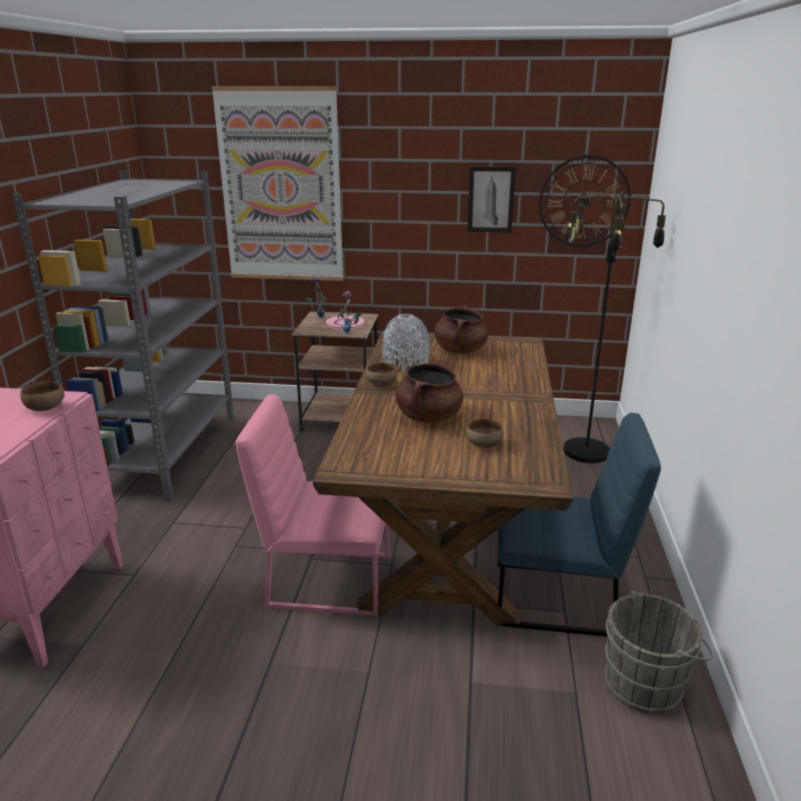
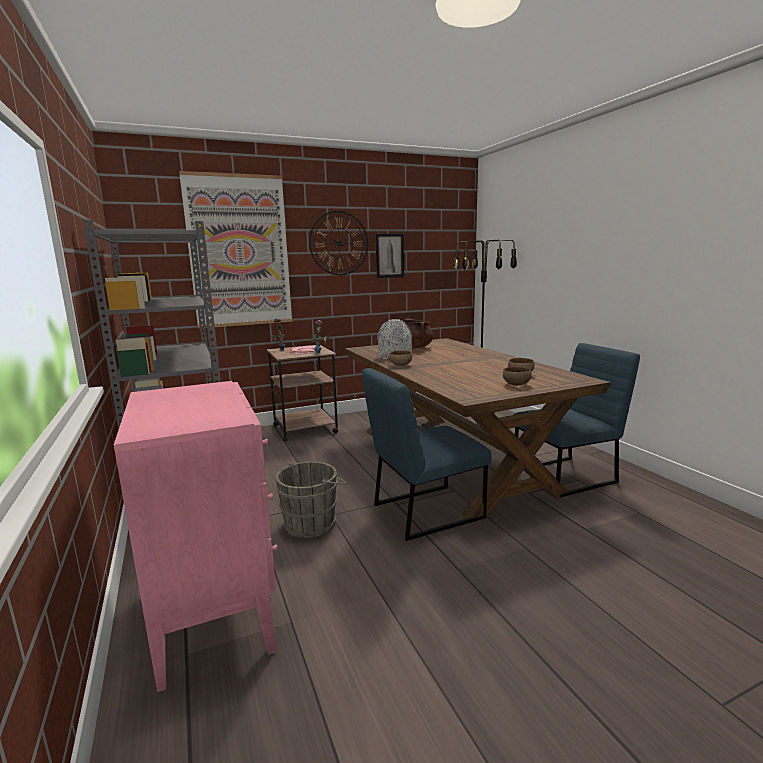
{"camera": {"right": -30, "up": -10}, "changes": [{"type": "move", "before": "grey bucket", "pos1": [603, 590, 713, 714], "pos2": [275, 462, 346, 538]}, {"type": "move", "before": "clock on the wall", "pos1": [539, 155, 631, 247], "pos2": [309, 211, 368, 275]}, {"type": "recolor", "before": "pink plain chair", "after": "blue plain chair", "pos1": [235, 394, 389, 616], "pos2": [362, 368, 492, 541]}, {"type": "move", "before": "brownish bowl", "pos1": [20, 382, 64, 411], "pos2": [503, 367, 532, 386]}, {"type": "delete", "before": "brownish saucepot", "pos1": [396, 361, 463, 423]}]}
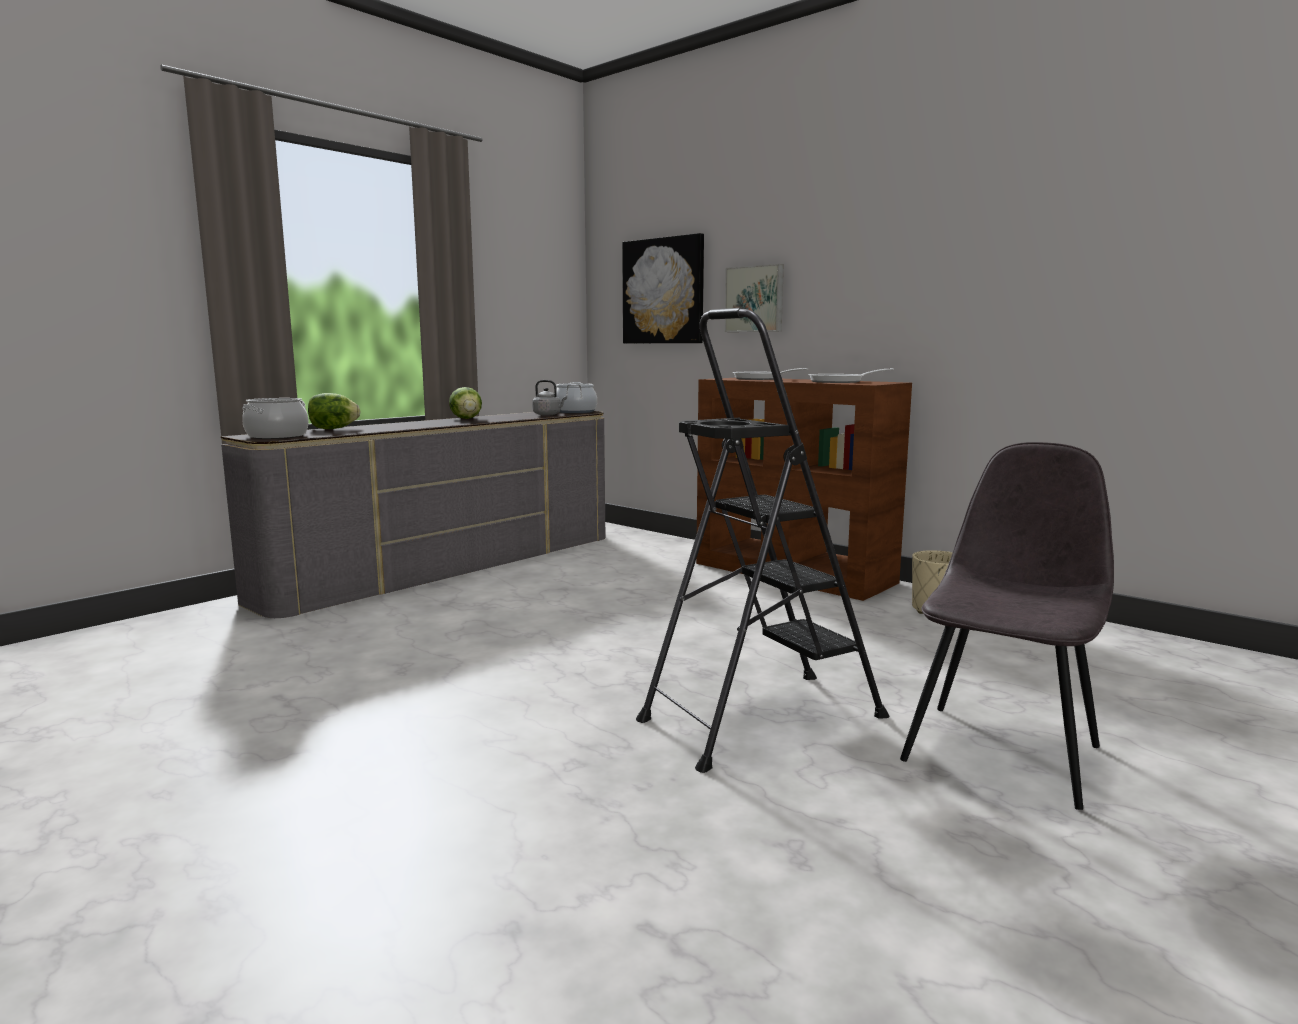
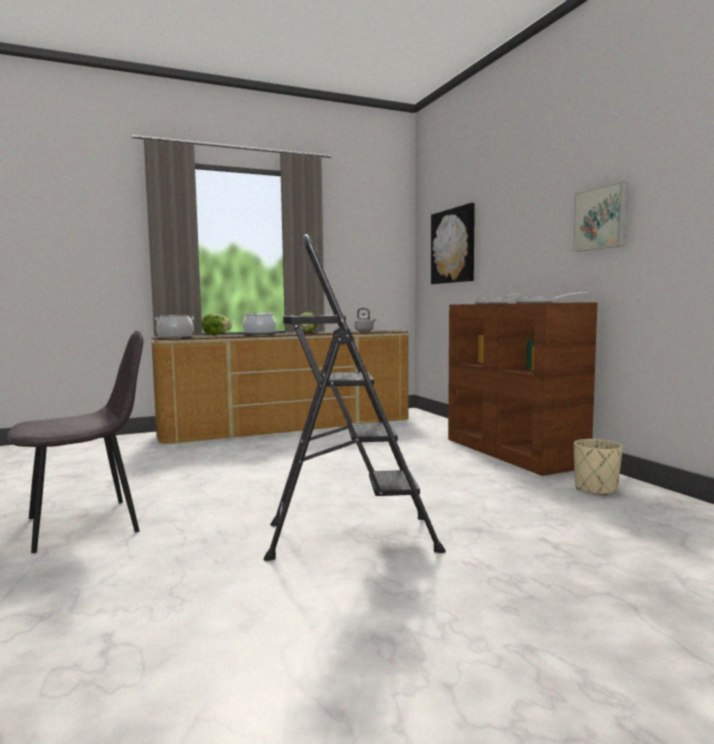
{"camera": {"right": 25, "up": -5}, "changes": [{"type": "move", "before": "grey plain chair", "pos1": [900, 442, 1114, 810], "pos2": [7, 331, 144, 553]}, {"type": "recolor", "before": "grey cabinet", "after": "brownish cabinet", "pos1": [221, 411, 605, 618], "pos2": [151, 330, 409, 444]}, {"type": "move", "before": "saucepot", "pos1": [556, 382, 597, 413], "pos2": [243, 312, 276, 335]}, {"type": "move", "before": "wall picture", "pos1": [724, 264, 784, 332], "pos2": [573, 181, 628, 252]}]}
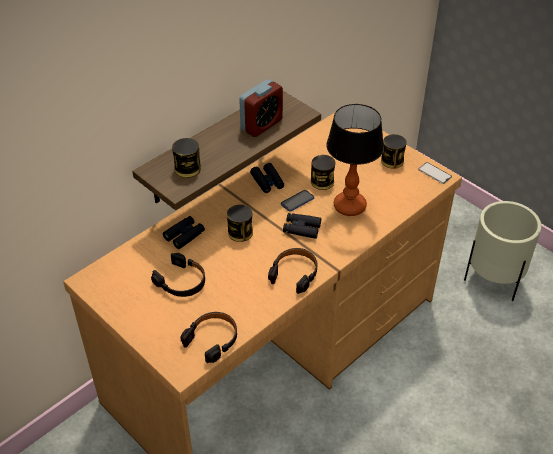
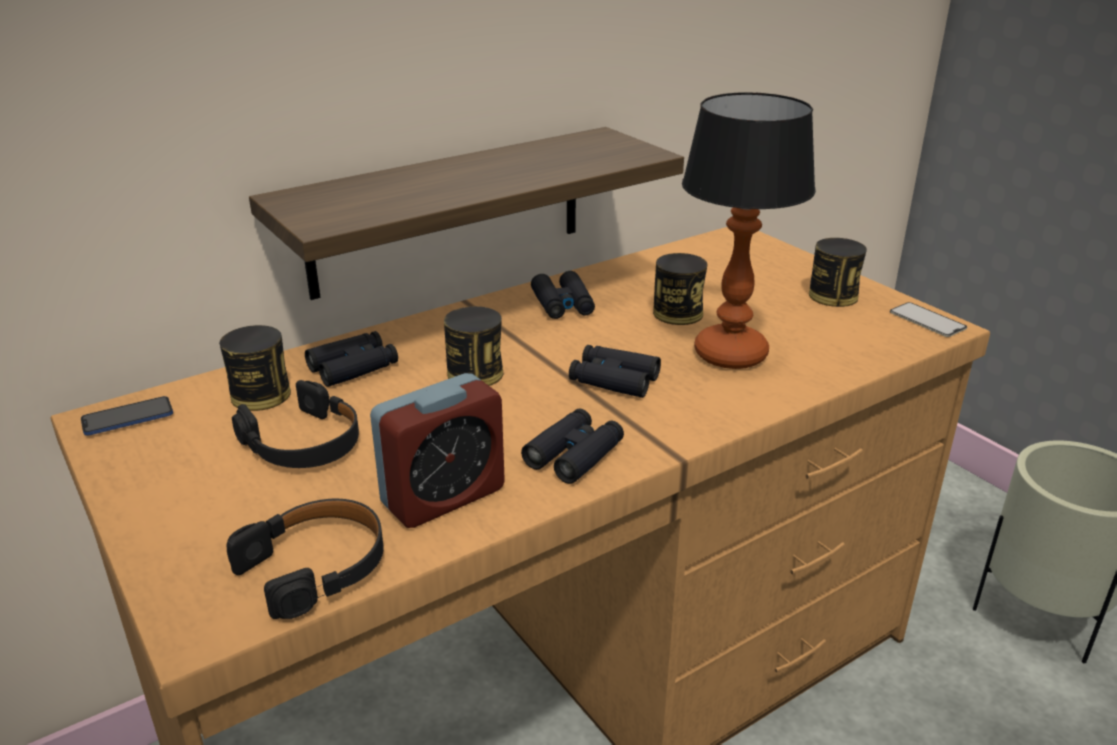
{"camera": {"right": 10, "up": -15}, "changes": [{"type": "move", "before": "phone", "pos1": [281, 190, 314, 211], "pos2": [81, 396, 173, 435]}, {"type": "move", "before": "metal can", "pos1": [172, 138, 201, 178], "pos2": [219, 325, 291, 411]}, {"type": "move", "before": "bedside clock", "pos1": [239, 79, 283, 137], "pos2": [370, 373, 505, 528]}, {"type": "replace", "before": "blackish headphones", "after": "blackish binoculars", "pos1": [268, 248, 317, 294], "pos2": [521, 408, 624, 484]}]}
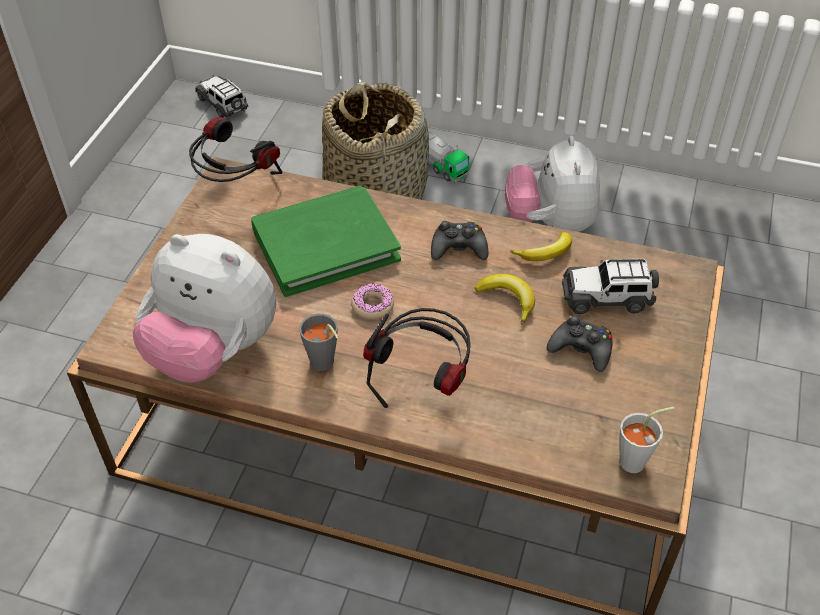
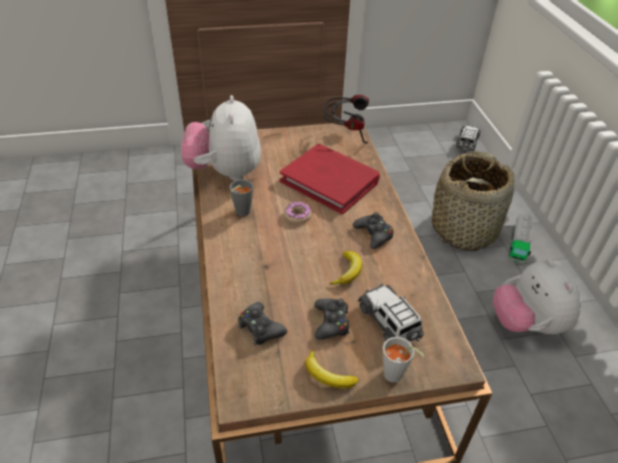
{"camera": {"right": 60, "up": -5}, "changes": [{"type": "insert", "after": "blackish game controller", "pos2": [238, 302, 287, 345]}, {"type": "recolor", "before": "green book", "after": "reddish book", "pos1": [251, 186, 401, 297], "pos2": [280, 144, 380, 214]}, {"type": "move", "before": "banana fruit", "pos1": [510, 232, 572, 261], "pos2": [305, 350, 359, 388]}, {"type": "move", "before": "grey small cup", "pos1": [619, 407, 675, 473], "pos2": [383, 337, 425, 382]}, {"type": "rotate", "before": "soft toy", "pos1": [505, 136, 600, 232], "pos2": [493, 259, 581, 334], "turn": -75}, {"type": "delete", "before": "headphones", "pos1": [363, 308, 471, 408]}]}
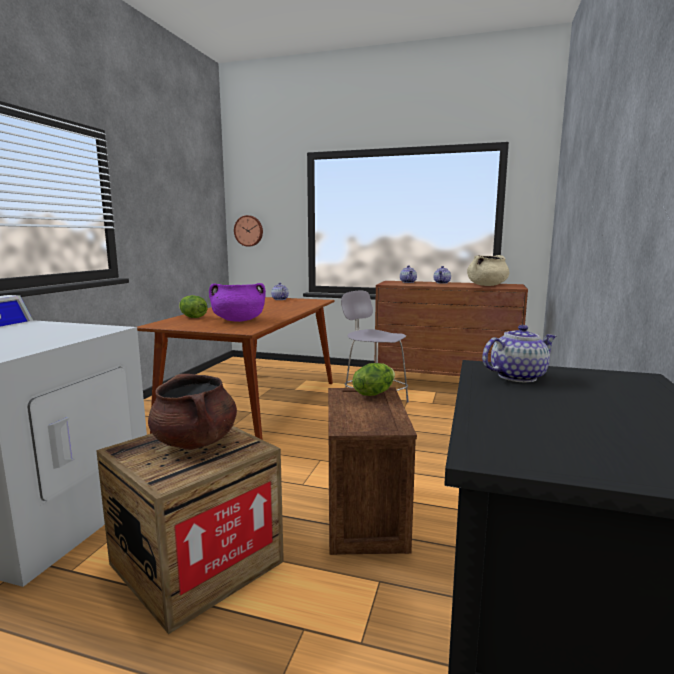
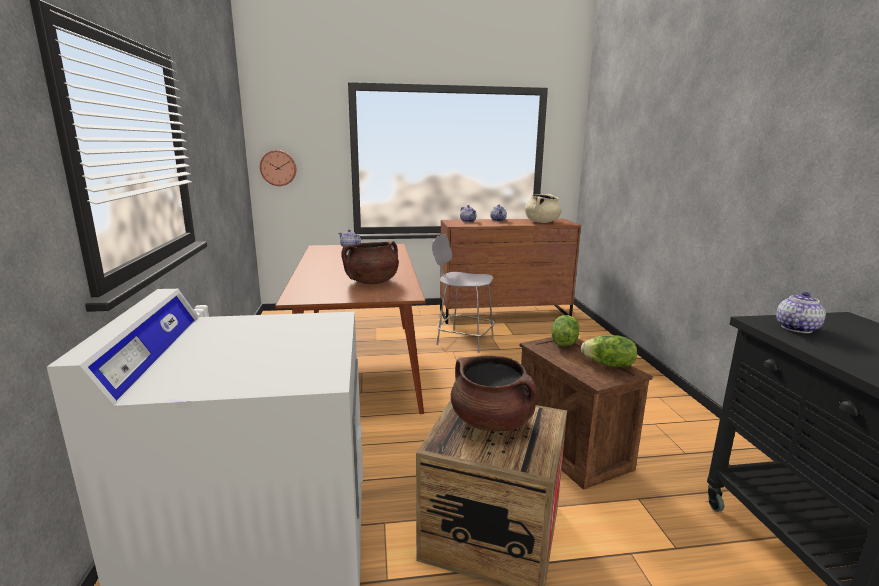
{"camera": {"right": -25, "up": 5}, "changes": [{"type": "recolor", "before": "purple saucepot", "after": "brownish saucepot", "pos1": [209, 283, 266, 322], "pos2": [341, 241, 399, 284]}, {"type": "move", "before": "head of lettuce", "pos1": [179, 295, 207, 318], "pos2": [581, 335, 637, 367]}]}
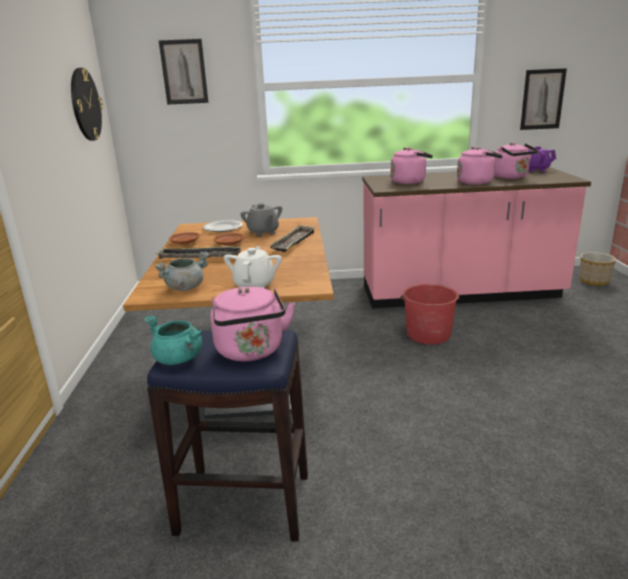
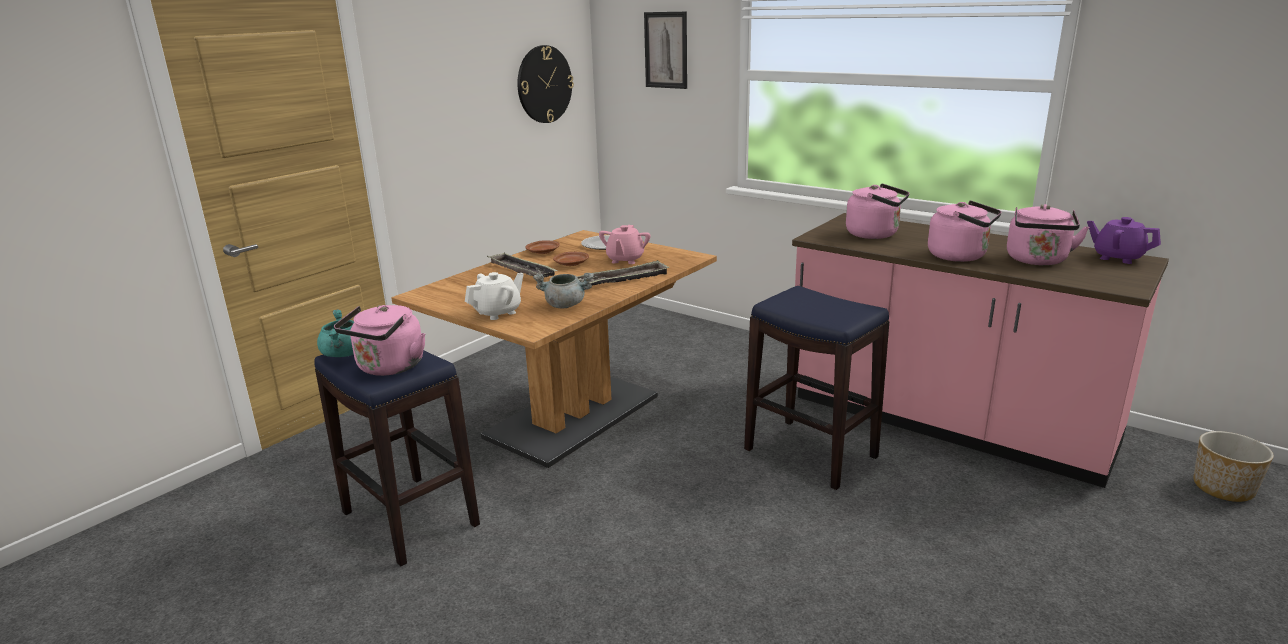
{"camera": {"right": 40, "up": 0}, "changes": [{"type": "move", "before": "grey saucepot", "pos1": [154, 252, 209, 291], "pos2": [533, 273, 594, 308]}, {"type": "recolor", "before": "grey tea pot", "after": "pink tea pot", "pos1": [241, 203, 282, 236], "pos2": [599, 225, 651, 264]}, {"type": "replace", "before": "reddish bucket", "after": "stool seat", "pos1": [400, 284, 460, 344], "pos2": [744, 286, 890, 490]}, {"type": "delete", "before": "wall picture", "pos1": [520, 68, 567, 130]}]}
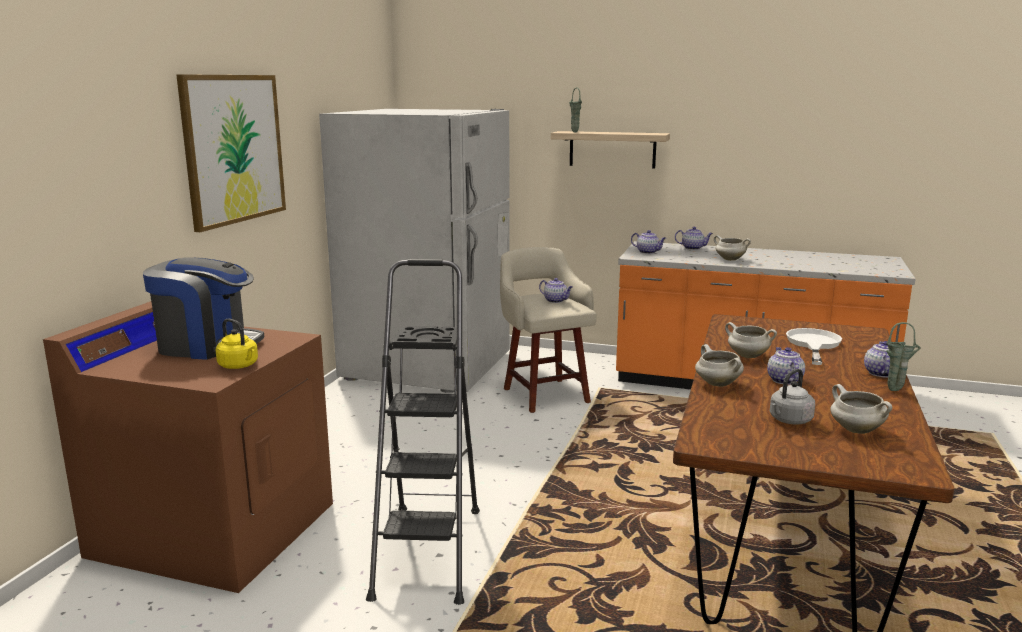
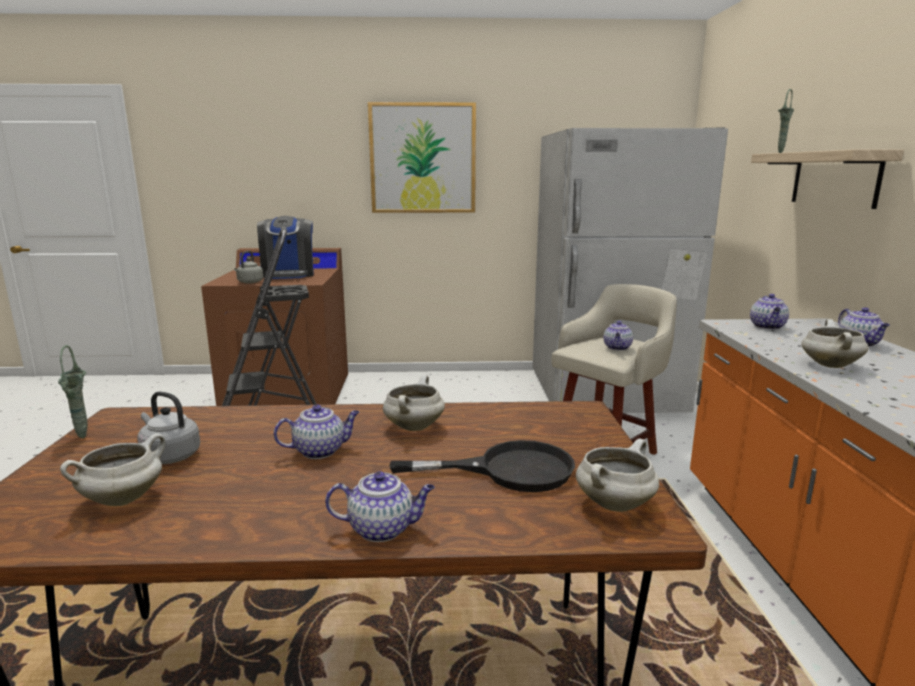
{"camera": {"right": 70, "up": 0}, "changes": [{"type": "move", "before": "green flower vase", "pos1": [886, 322, 921, 391], "pos2": [58, 345, 88, 438]}, {"type": "recolor", "before": "yellow-coloured tea kettle", "after": "grey tea kettle", "pos1": [216, 318, 258, 369], "pos2": [234, 251, 263, 284]}, {"type": "recolor", "before": "whitish frying pan", "after": "blackish frying pan", "pos1": [786, 328, 842, 365], "pos2": [389, 440, 575, 492]}, {"type": "move", "before": "whitish saucepot", "pos1": [695, 344, 744, 387], "pos2": [576, 438, 659, 512]}]}
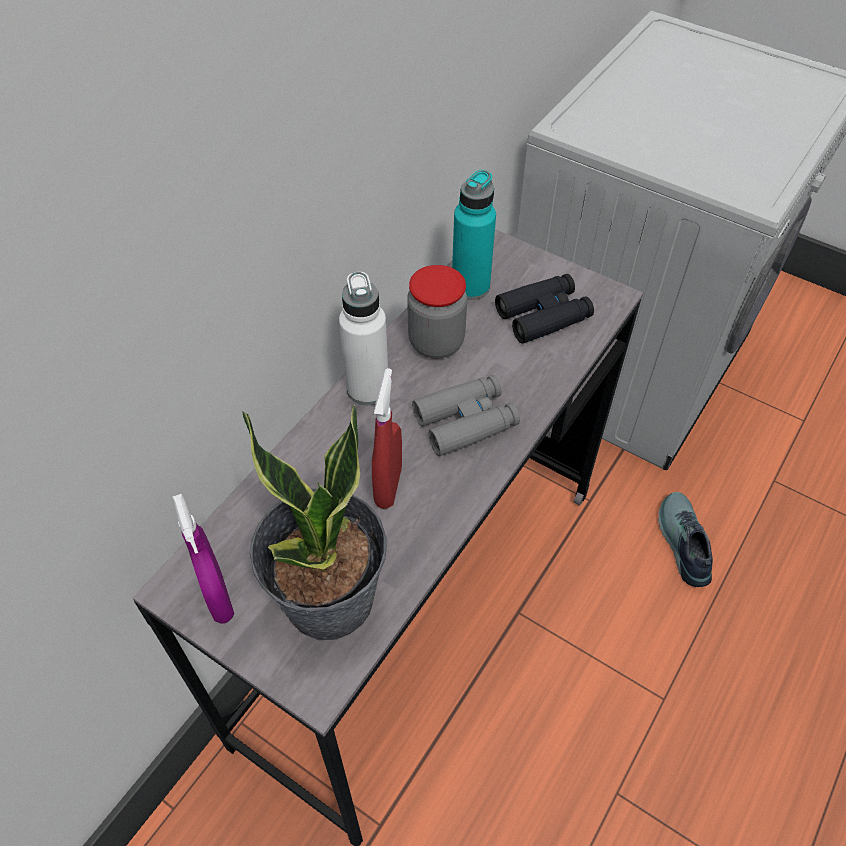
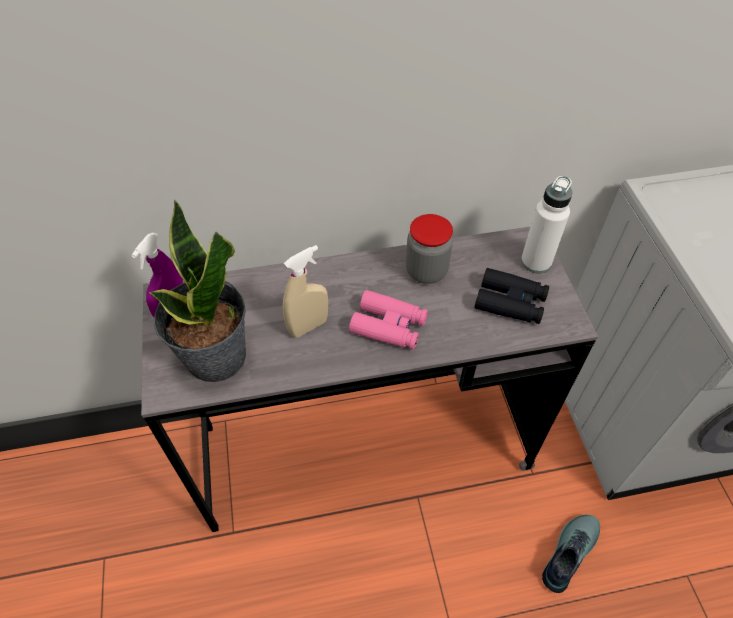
{"camera": {"right": 45, "up": 0}, "changes": [{"type": "recolor", "before": "reddish spray bottle", "after": "beige-coloured spray bottle", "pos1": [372, 368, 402, 509], "pos2": [283, 245, 328, 338]}, {"type": "recolor", "before": "grey binoculars", "after": "pink binoculars", "pos1": [412, 375, 520, 456], "pos2": [349, 290, 428, 350]}, {"type": "move", "before": "whitish drink bottle", "pos1": [339, 272, 388, 405], "pos2": [521, 176, 572, 273]}, {"type": "delete", "before": "turquoise-coloured drink bottle", "pos1": [452, 170, 496, 300]}]}
